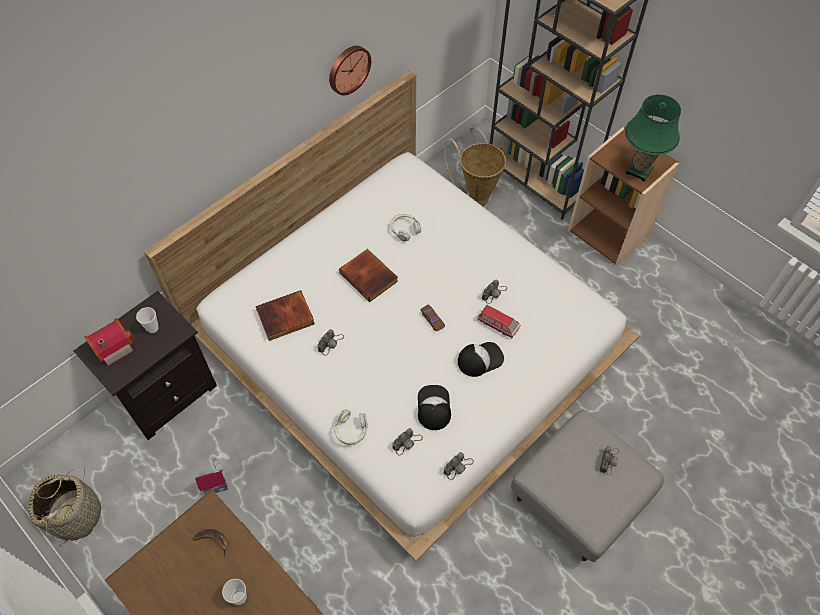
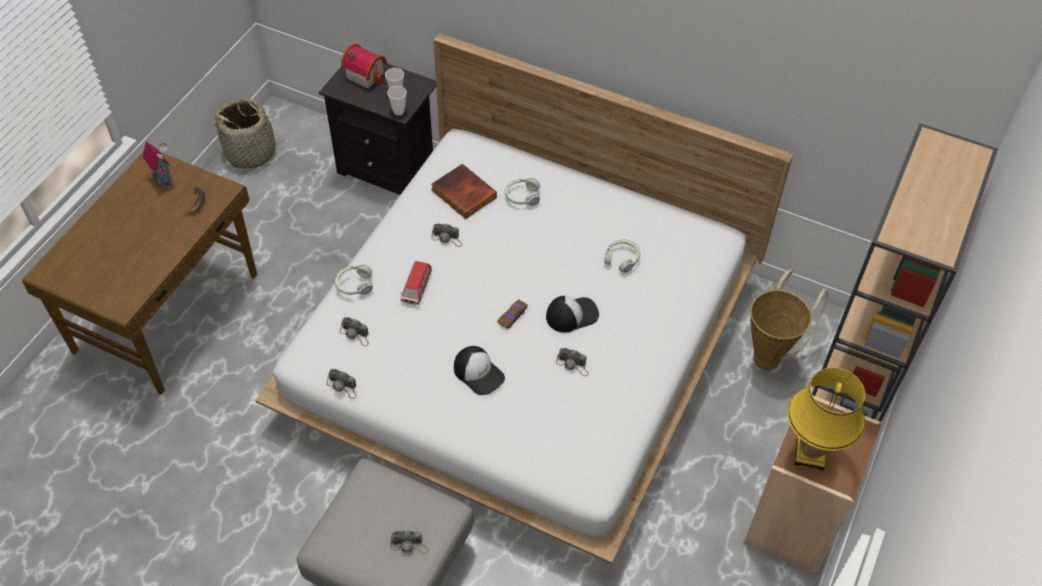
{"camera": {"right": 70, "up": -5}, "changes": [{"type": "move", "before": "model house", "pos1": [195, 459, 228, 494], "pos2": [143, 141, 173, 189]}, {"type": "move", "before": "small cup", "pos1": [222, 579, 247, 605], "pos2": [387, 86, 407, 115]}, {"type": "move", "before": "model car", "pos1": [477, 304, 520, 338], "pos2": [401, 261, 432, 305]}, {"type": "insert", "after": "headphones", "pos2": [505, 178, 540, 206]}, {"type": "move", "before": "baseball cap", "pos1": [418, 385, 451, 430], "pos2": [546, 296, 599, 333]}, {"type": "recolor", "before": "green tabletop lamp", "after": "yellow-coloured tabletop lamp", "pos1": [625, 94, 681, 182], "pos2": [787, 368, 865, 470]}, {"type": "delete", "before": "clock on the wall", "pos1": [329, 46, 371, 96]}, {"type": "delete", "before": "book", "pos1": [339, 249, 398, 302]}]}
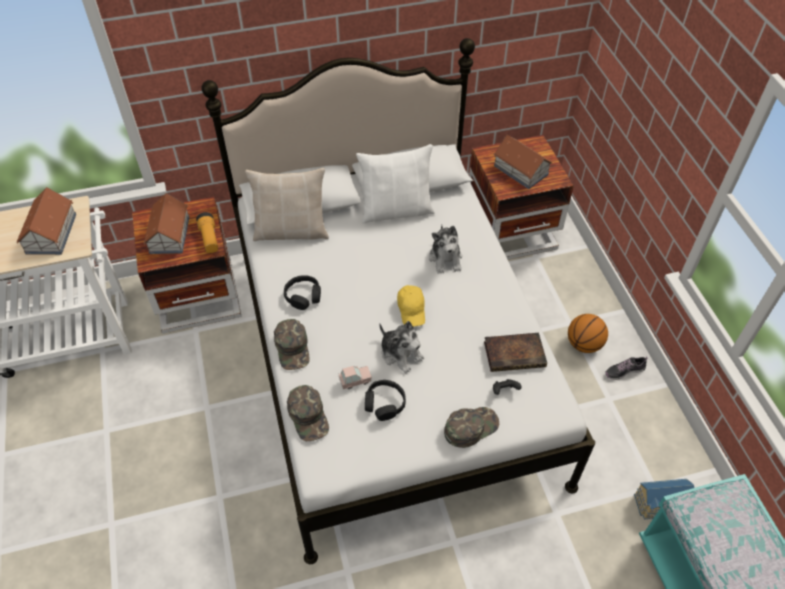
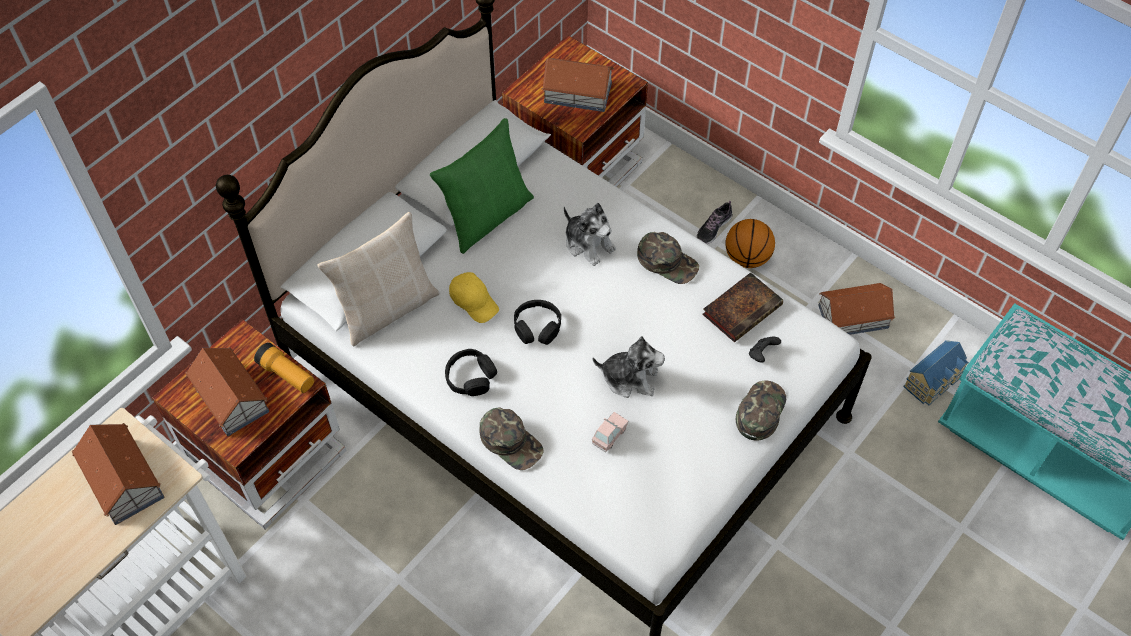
{"camera": {"right": -35, "up": 5}, "changes": [{"type": "recolor", "before": "whitish pillow", "after": "green pillow", "pos1": [356, 144, 435, 224], "pos2": [430, 118, 534, 254]}, {"type": "move", "before": "yellow-coloured baseball cap", "pos1": [397, 285, 425, 327], "pos2": [449, 272, 499, 323]}, {"type": "move", "before": "blackish headphones", "pos1": [365, 380, 406, 421], "pos2": [514, 300, 561, 345]}, {"type": "move", "before": "green baseball cap", "pos1": [287, 385, 329, 441], "pos2": [637, 232, 699, 284]}, {"type": "move", "before": "low shoe", "pos1": [605, 357, 647, 380], "pos2": [697, 201, 732, 244]}, {"type": "insert", "after": "model house", "pos2": [818, 283, 895, 335]}]}
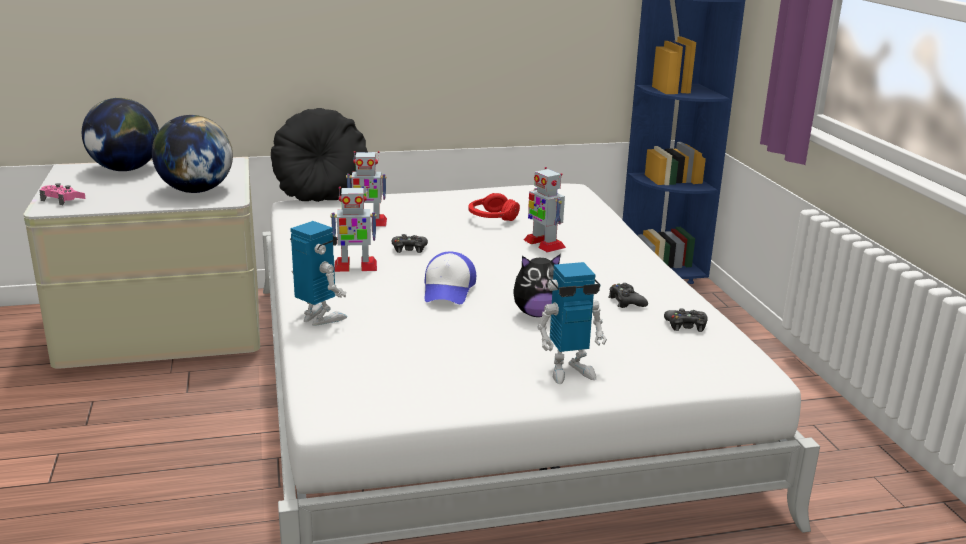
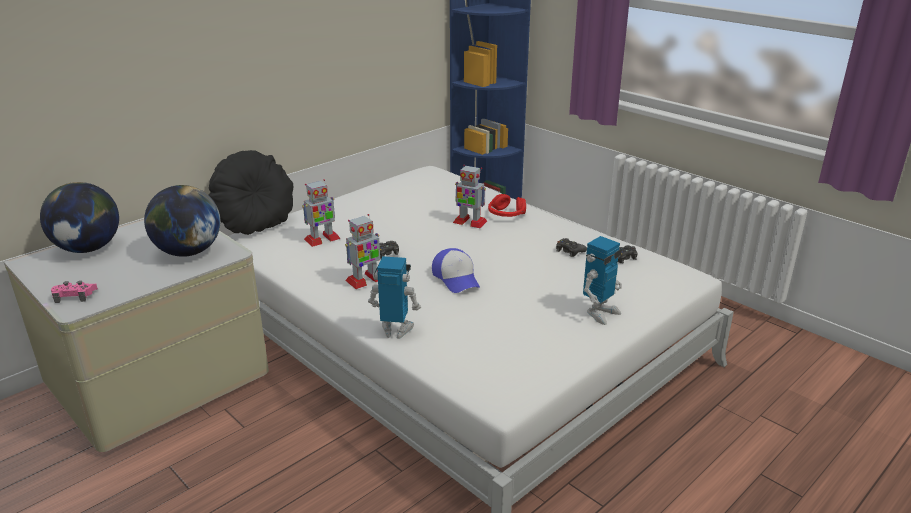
{"camera": {"right": -30, "up": 5}, "changes": [{"type": "move", "before": "reddish headphones", "pos1": [468, 193, 520, 221], "pos2": [488, 194, 526, 217]}, {"type": "delete", "before": "soft toy", "pos1": [513, 254, 561, 317]}]}
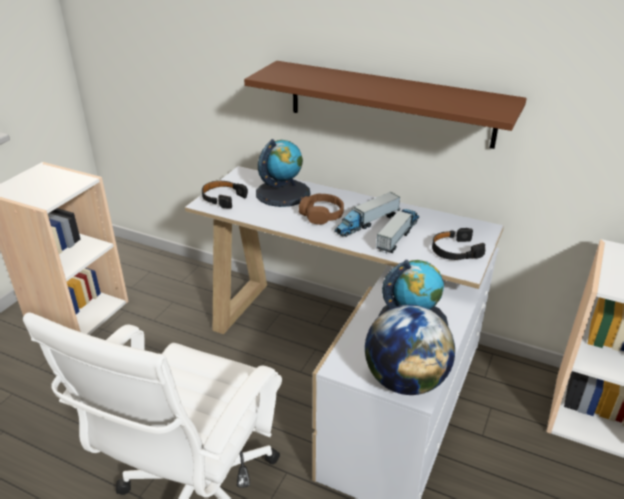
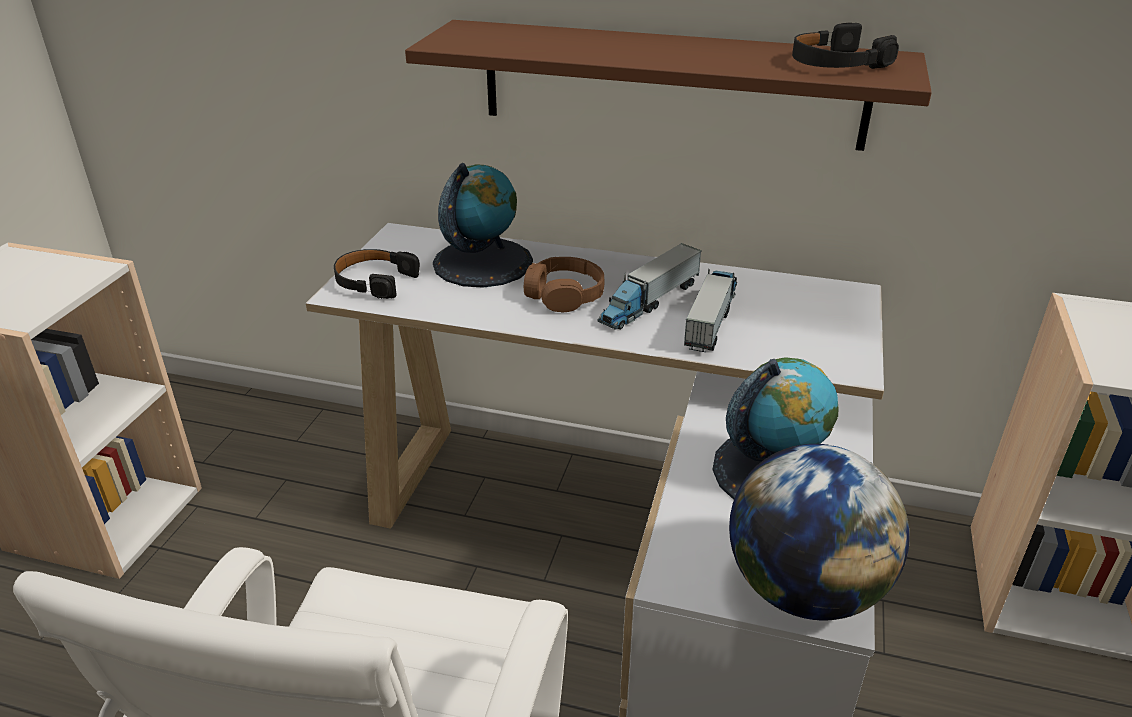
{"camera": {"right": -10, "up": 0}, "changes": [{"type": "move", "before": "blackish headphones", "pos1": [432, 228, 485, 260], "pos2": [792, 23, 899, 69]}]}
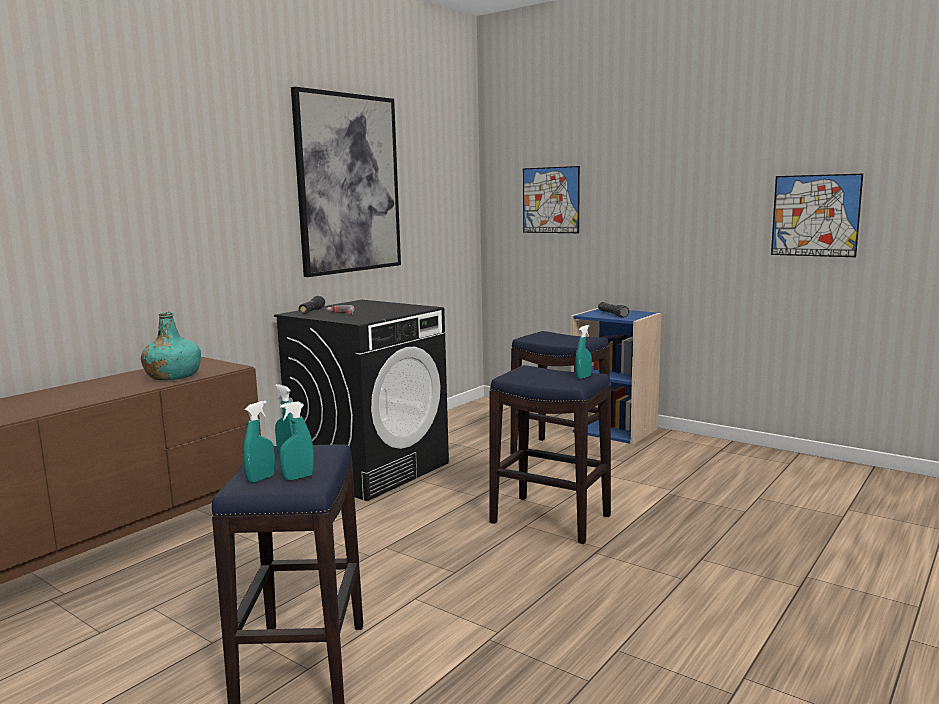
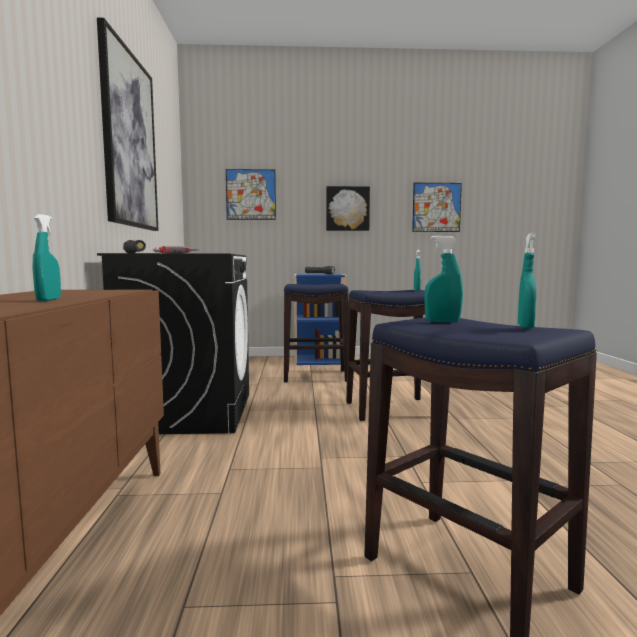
{"camera": {"right": -40, "up": -5}, "changes": [{"type": "move", "before": "turquoise-coloured spray bottle", "pos1": [243, 401, 275, 483], "pos2": [32, 214, 61, 301]}, {"type": "insert", "after": "wall picture", "pos2": [326, 186, 370, 231]}, {"type": "delete", "before": "turquoise-coloured drink bottle", "pos1": [141, 312, 201, 380]}]}
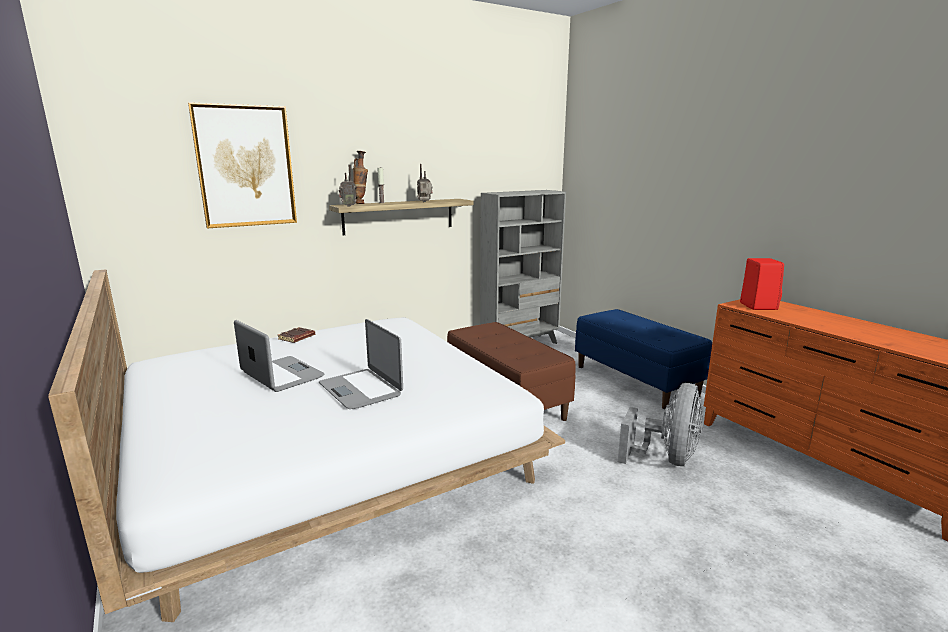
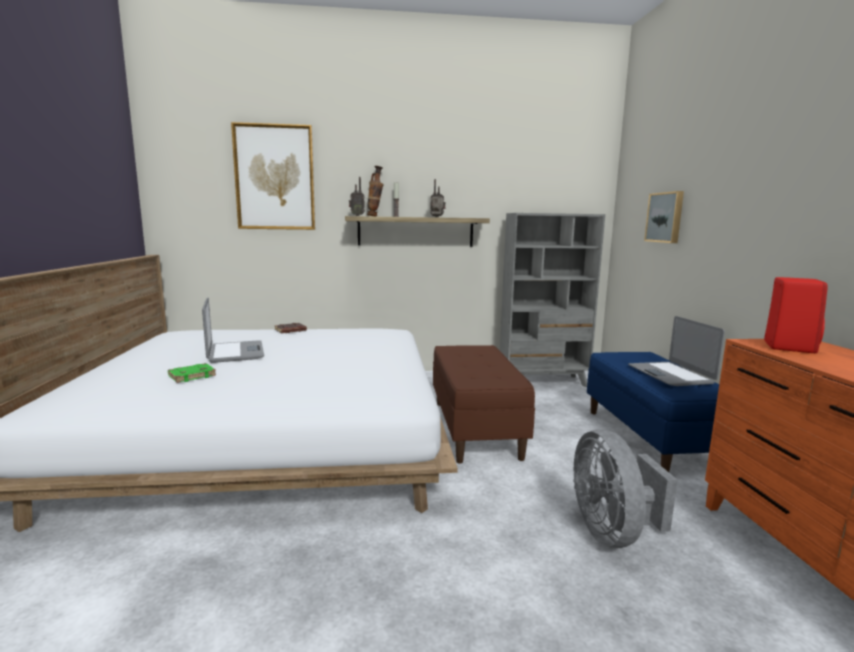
{"camera": {"right": 25, "up": -5}, "changes": [{"type": "insert", "after": "green book", "pos2": [168, 363, 216, 383]}, {"type": "rotate", "before": "grey cooling fan", "pos1": [618, 383, 703, 466], "pos2": [573, 429, 677, 548], "turn": 120}, {"type": "move", "before": "notebook computer", "pos1": [319, 319, 403, 409], "pos2": [628, 316, 725, 386]}, {"type": "insert", "after": "wall picture", "pos2": [644, 191, 684, 243]}]}
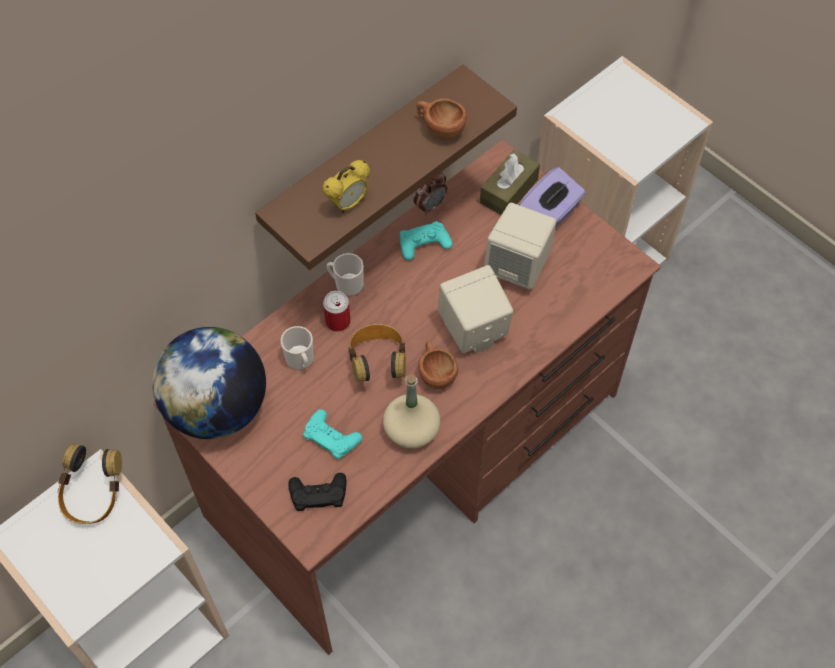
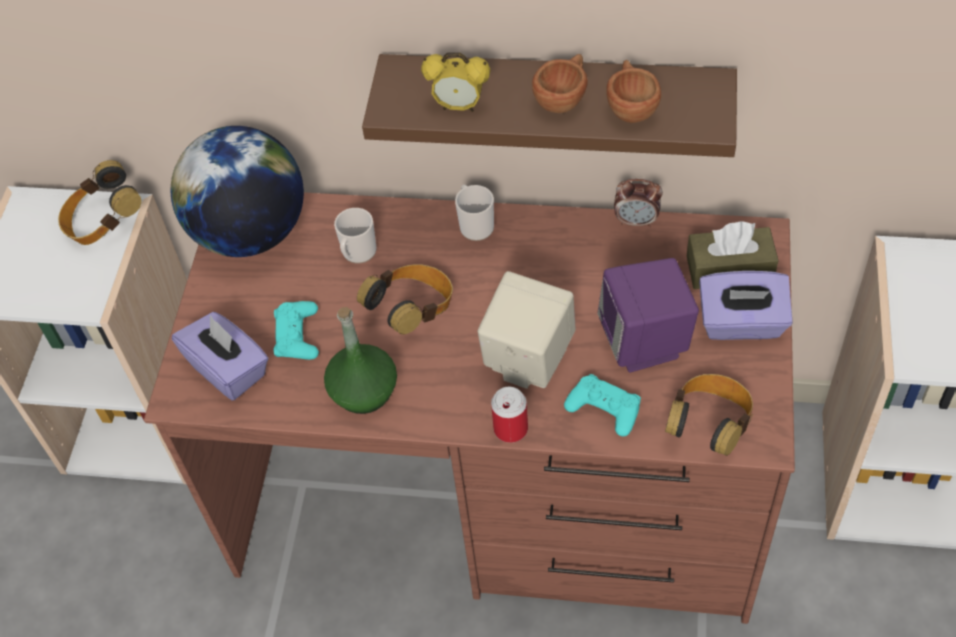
{"camera": {"right": 55, "up": -5}, "changes": [{"type": "replace", "before": "blackish game controller", "after": "purple box of tissues", "pos1": [289, 473, 347, 511], "pos2": [172, 312, 269, 401]}, {"type": "recolor", "before": "beige-coloured drink bottle", "after": "green drink bottle", "pos1": [383, 374, 440, 449], "pos2": [324, 307, 397, 414]}, {"type": "move", "before": "metal can", "pos1": [323, 291, 351, 332], "pos2": [491, 386, 528, 443]}, {"type": "move", "before": "brownish small cup", "pos1": [418, 341, 458, 389], "pos2": [532, 54, 588, 113]}, {"type": "move", "before": "turquoise-coloured game controller", "pos1": [400, 221, 452, 260], "pos2": [564, 374, 641, 436]}, {"type": "recolor", "before": "beige-coloured speaker", "after": "purple speaker", "pos1": [484, 203, 557, 290], "pos2": [598, 258, 699, 373]}, {"type": "insert", "after": "headphones", "pos2": [665, 374, 753, 456]}]}
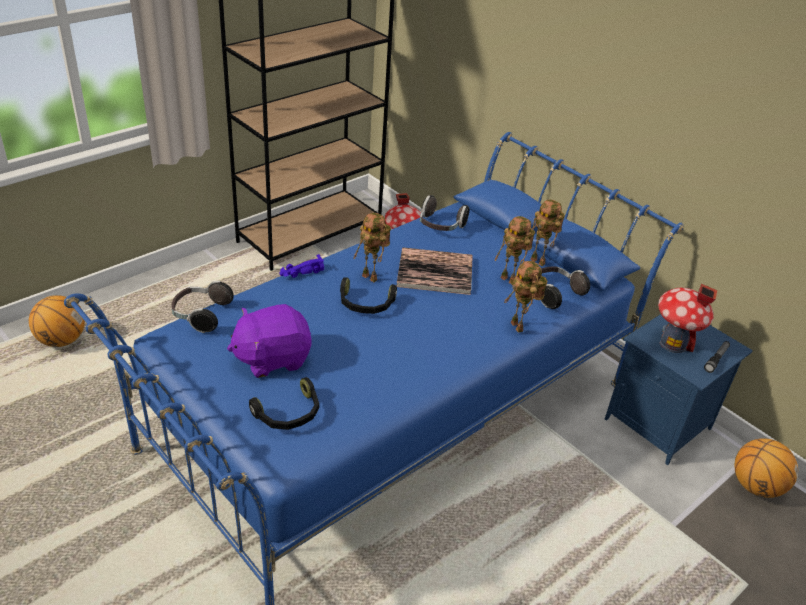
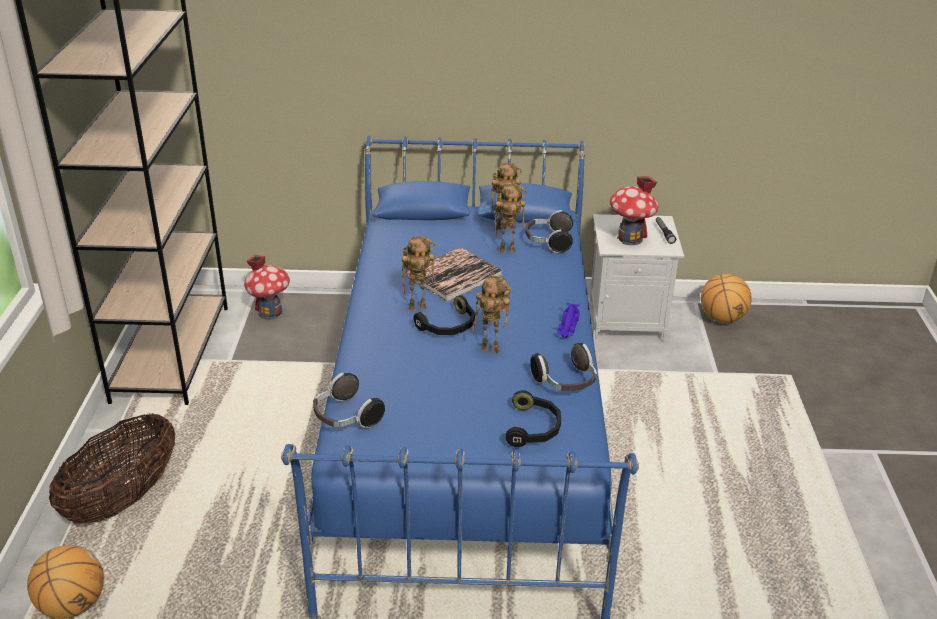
{"camera": {"right": -45, "up": -5}, "changes": [{"type": "insert", "after": "basket", "pos2": [49, 413, 175, 524]}, {"type": "move", "before": "robot figure", "pos1": [504, 261, 547, 333], "pos2": [472, 276, 511, 353]}, {"type": "move", "before": "headphones", "pos1": [420, 195, 469, 231], "pos2": [530, 343, 597, 391]}, {"type": "move", "before": "purple model car", "pos1": [279, 254, 324, 278], "pos2": [557, 303, 580, 338]}, {"type": "recolor", "before": "blue night table", "after": "grey night table", "pos1": [605, 314, 753, 465], "pos2": [590, 214, 684, 341]}, {"type": "delete", "before": "purple soft toy", "pos1": [227, 304, 311, 378]}]}
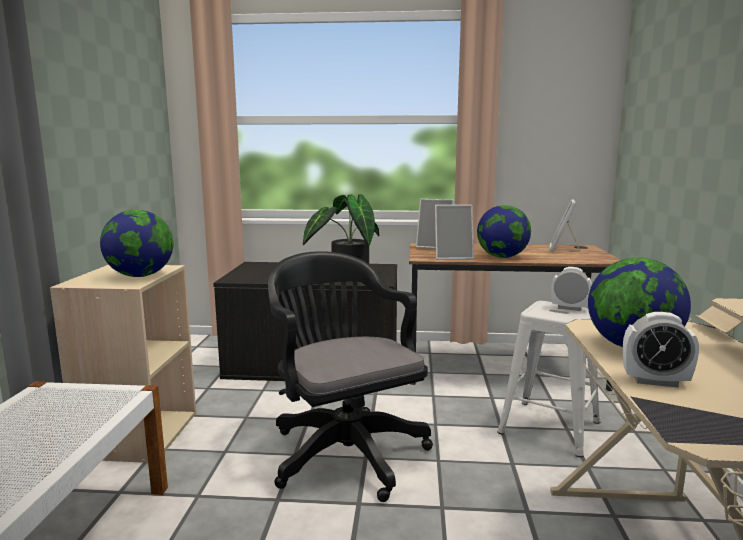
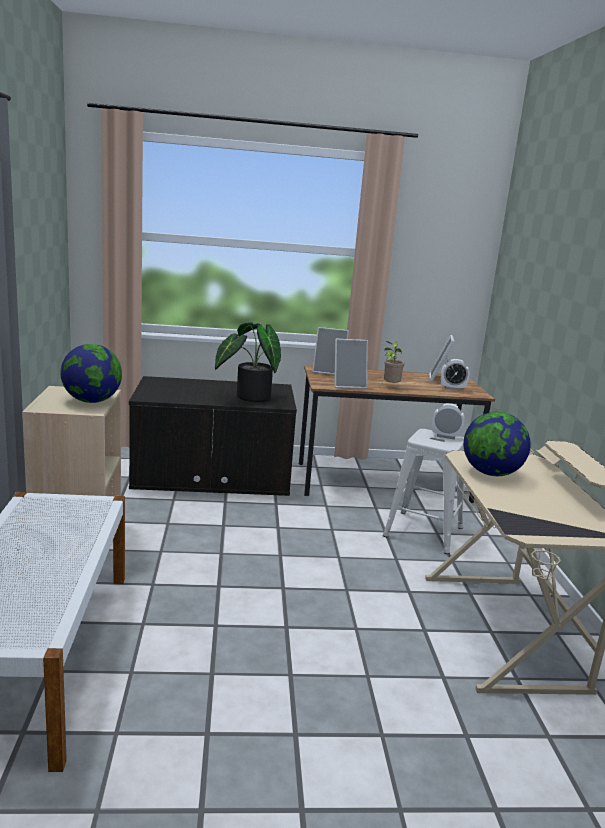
{"camera": {"right": -10, "up": 5}, "changes": [{"type": "replace", "before": "world globe", "after": "houseplant", "pos1": [477, 205, 531, 258], "pos2": [384, 341, 405, 383]}, {"type": "move", "before": "bedside clock", "pos1": [623, 312, 699, 388], "pos2": [441, 359, 470, 391]}, {"type": "delete", "before": "blackish office chair", "pos1": [268, 251, 433, 502]}]}
